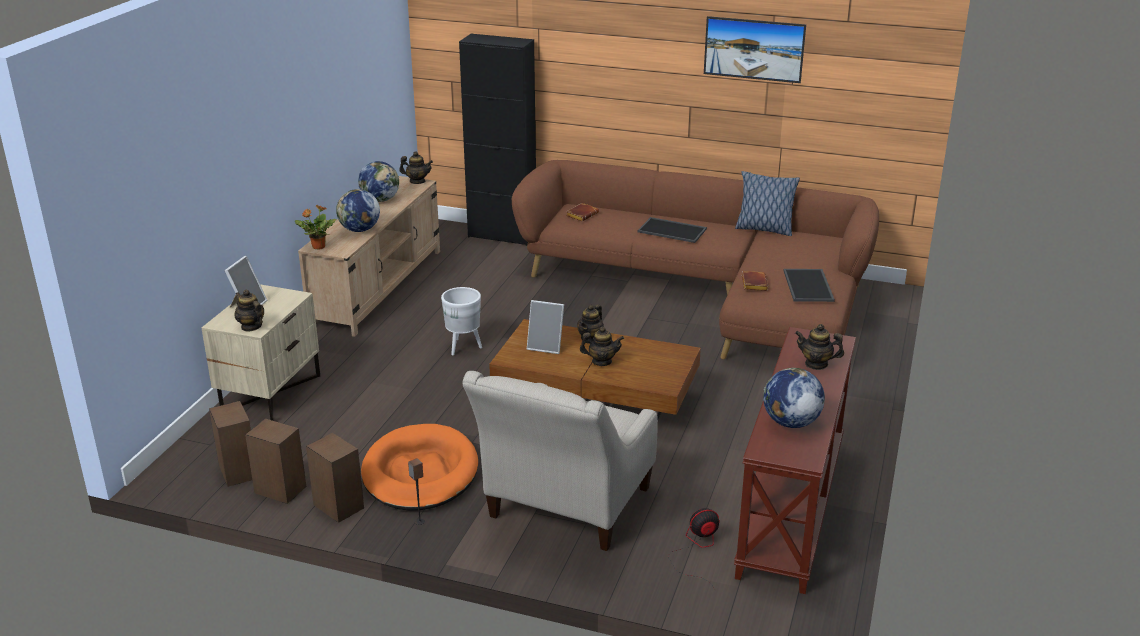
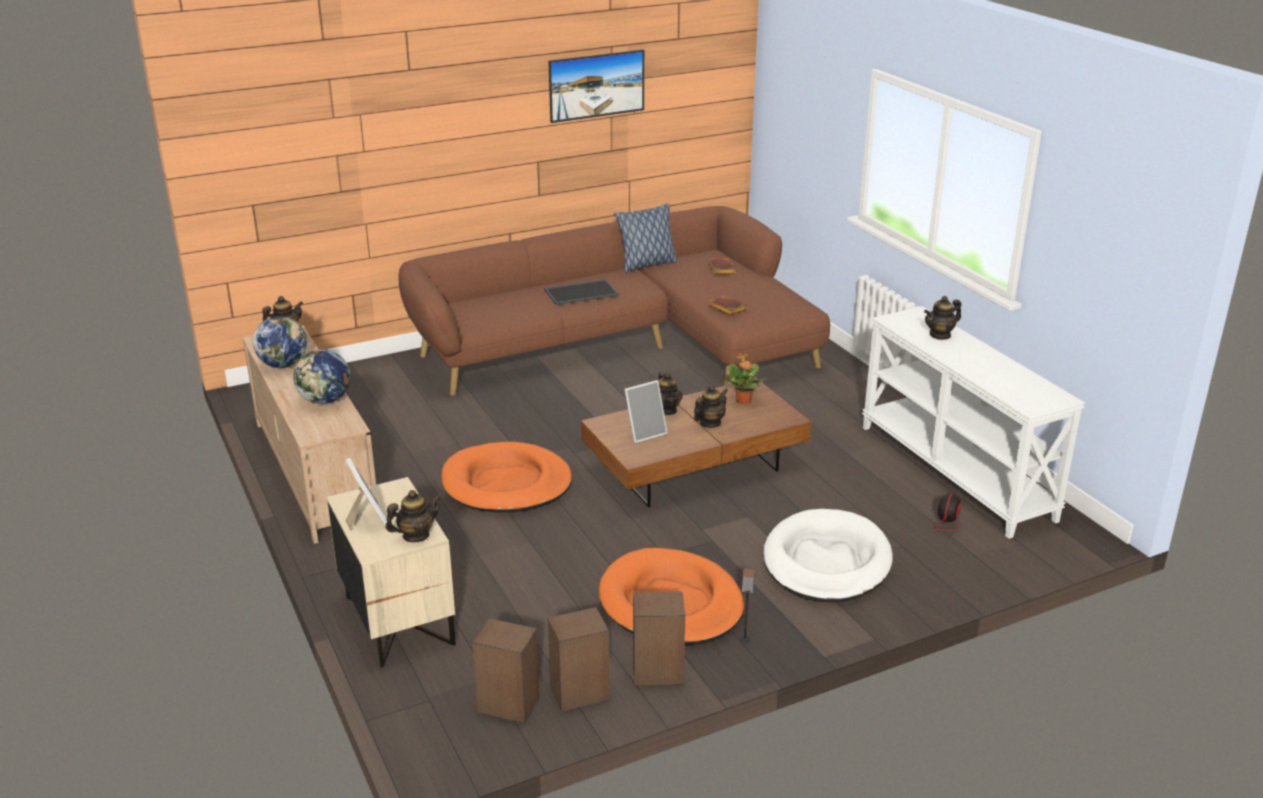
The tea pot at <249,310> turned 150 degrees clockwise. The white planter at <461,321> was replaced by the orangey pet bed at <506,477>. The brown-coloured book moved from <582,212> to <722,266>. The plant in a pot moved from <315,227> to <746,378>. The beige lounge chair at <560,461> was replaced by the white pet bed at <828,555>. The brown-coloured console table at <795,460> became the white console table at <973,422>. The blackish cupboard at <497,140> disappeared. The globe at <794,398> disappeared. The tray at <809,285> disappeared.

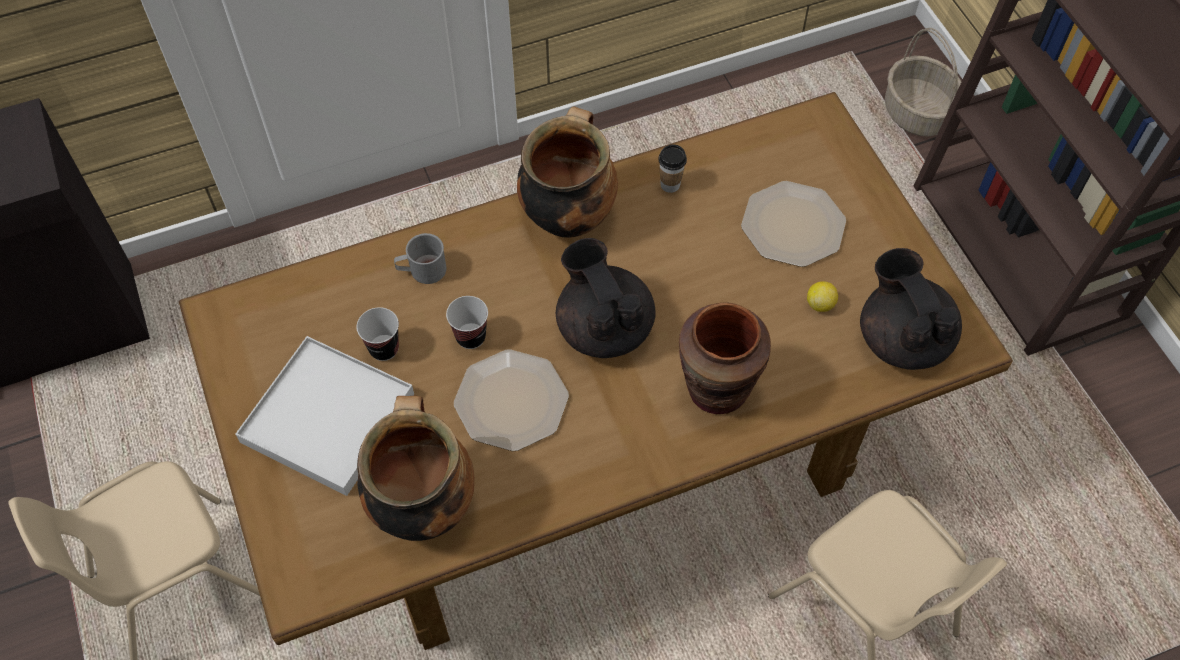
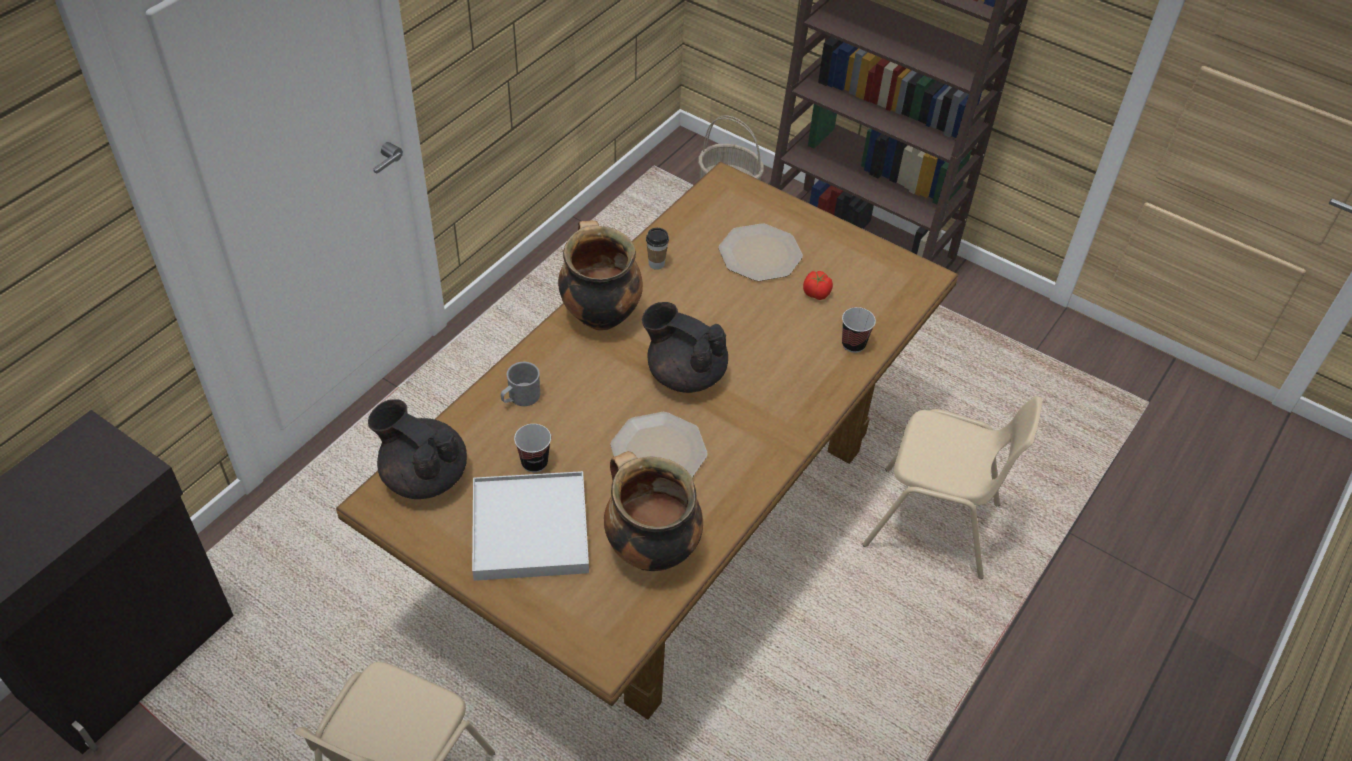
The blackish tea pot moved from <911,309> to <417,449>. The citrus fruit at <822,296> was replaced by the whole tomato at <818,285>. The small cup moved from <467,322> to <859,330>. The brown-coloured vase at <725,358> disappeared.

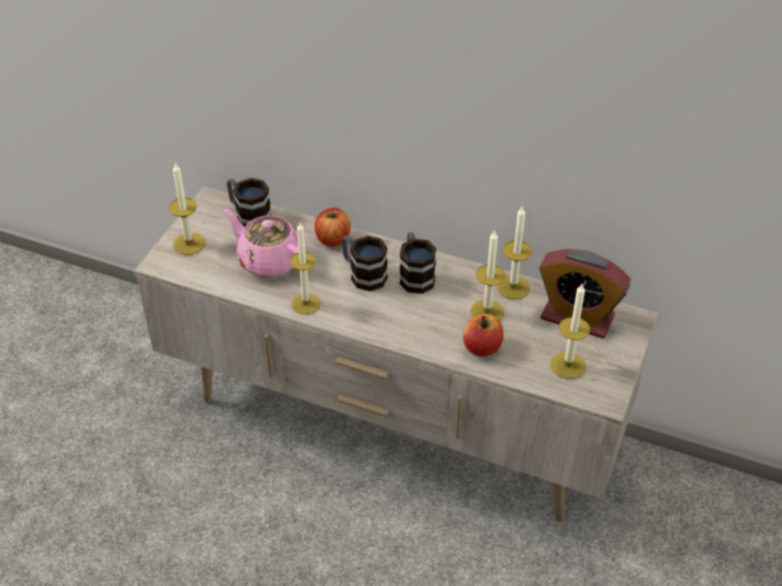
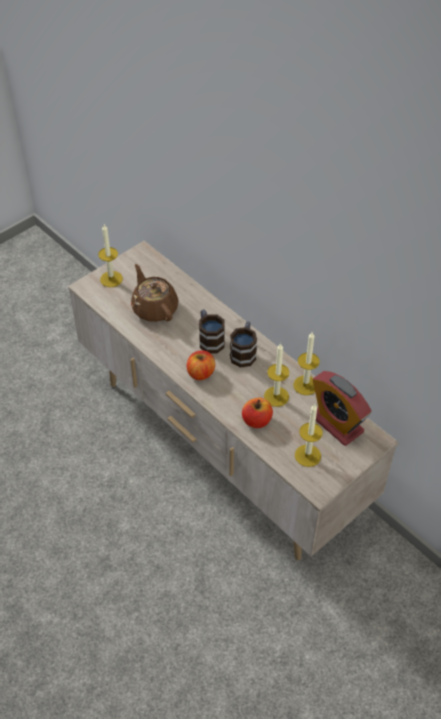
The pinkish tea pot at <261,243> became the brown-coloured tea pot at <154,293>. The apple moved from <333,227> to <201,365>. The coffee mug at <249,202> disappeared. The wax candle at <305,268> disappeared.

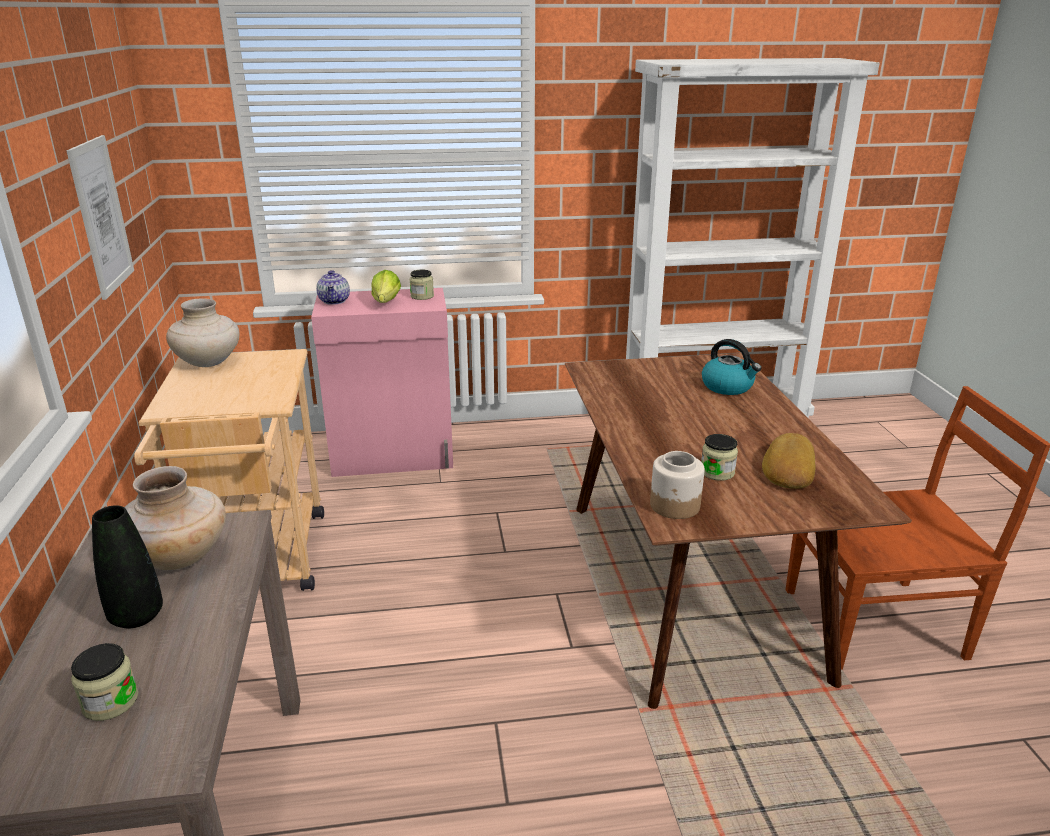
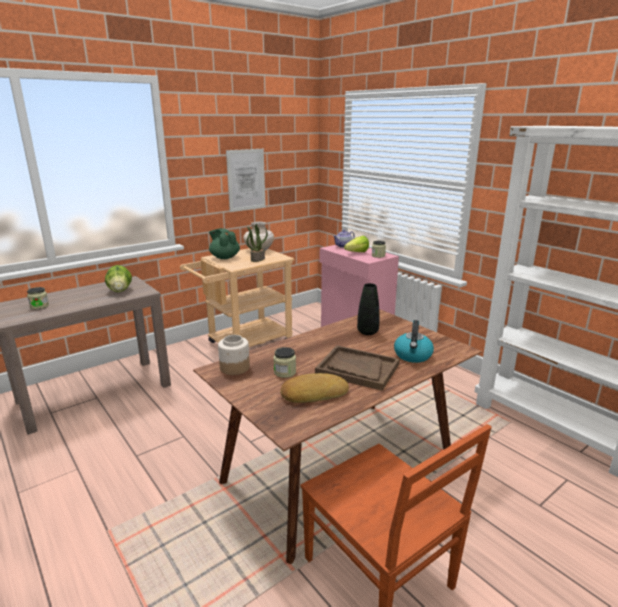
The beige vase at <175,518> was replaced by the head of lettuce at <118,278>. The green tea pot at <224,243> appeared. The plant in a pot at <257,243> appeared. The brown-coloured tray at <357,368> appeared. The blackish vase moved from <127,567> to <368,309>.

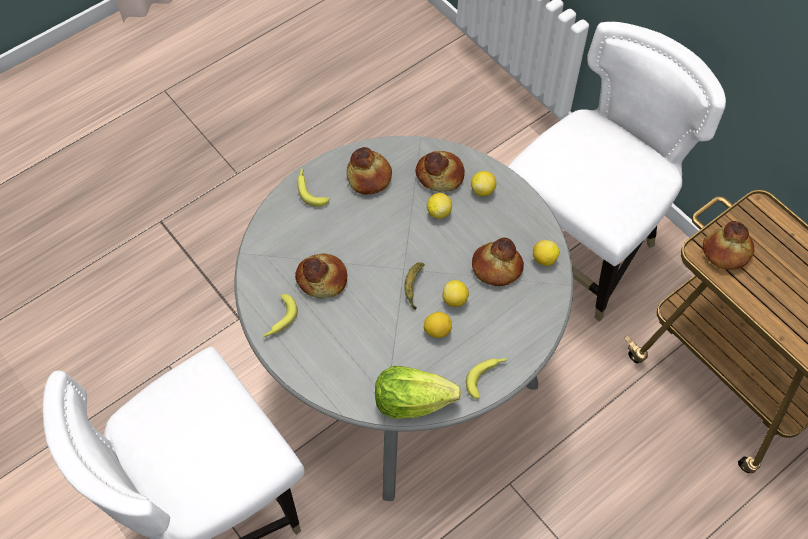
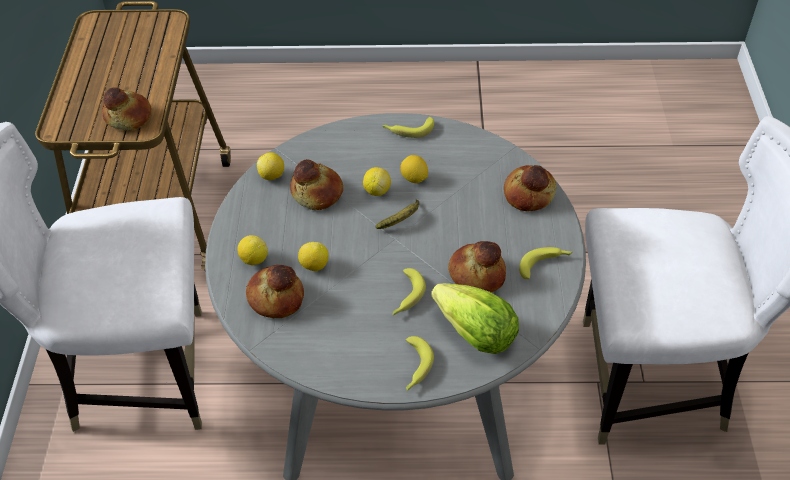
The banana at <409,291> appeared. The head of lettuce moved from <418,392> to <475,318>. The bakery bread moved from <369,170> to <530,188>.

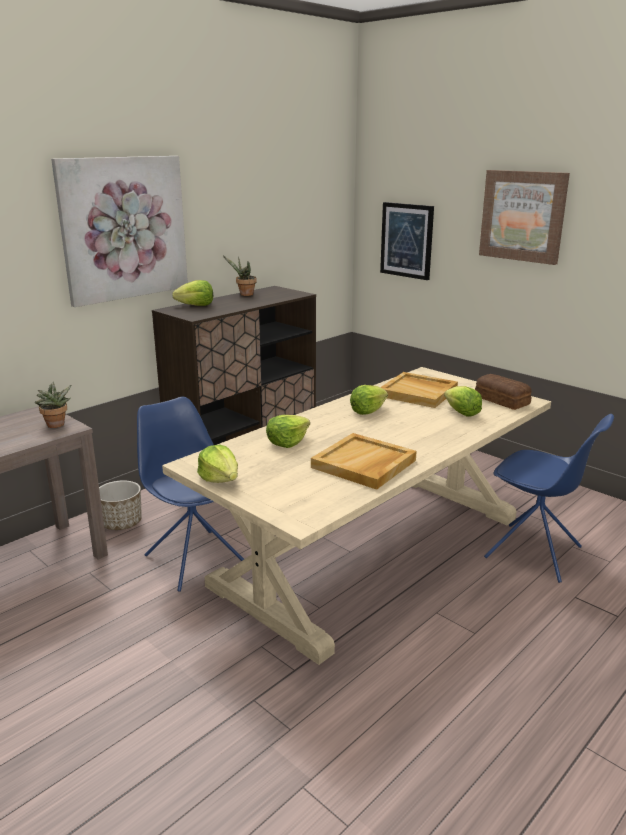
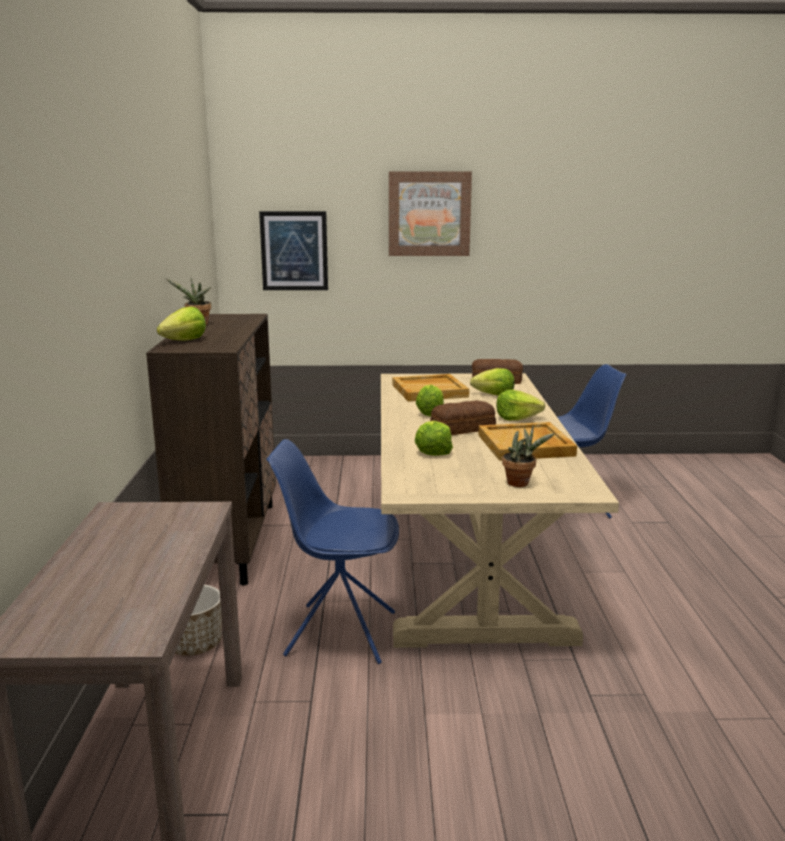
The bakery bread at <463,417> appeared. The head of lettuce moved from <217,464> to <521,405>. The plant in a pot moved from <53,405> to <528,455>. The picture at <119,231> disappeared.

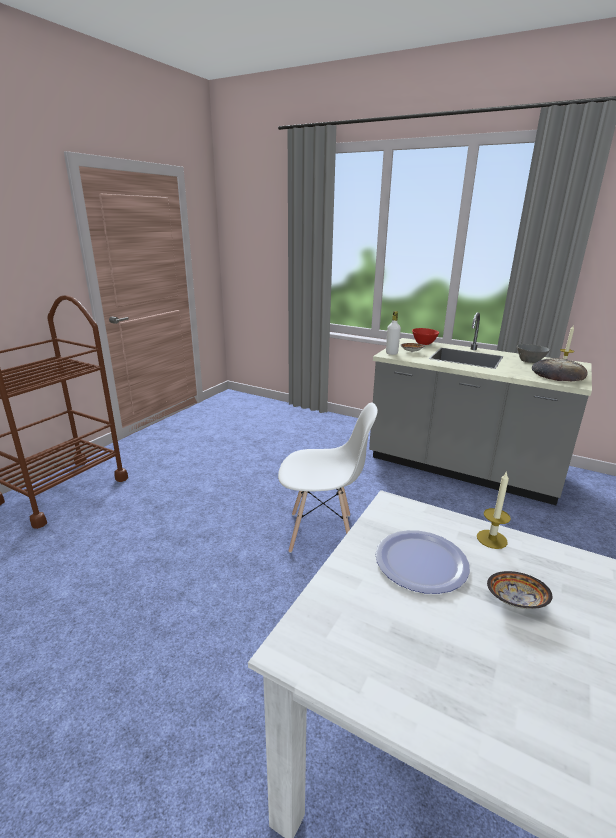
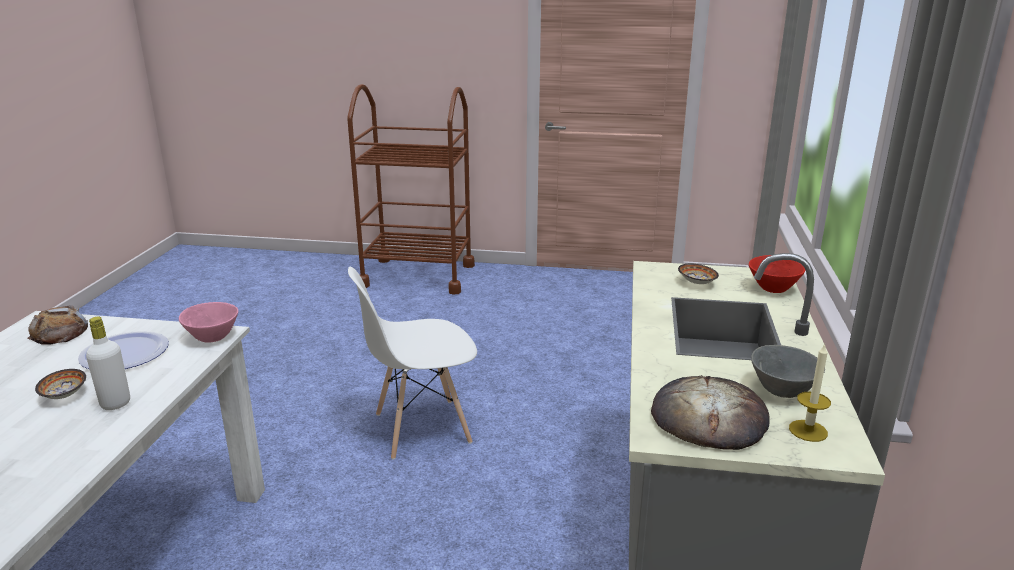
The bakery bread at <57,325> appeared. The white bottle moved from <393,333> to <108,363>. The pinkish deep dish at <208,322> appeared. The white upright chair at <328,477> turned 90 degrees clockwise. The wax candle at <494,510> disappeared.

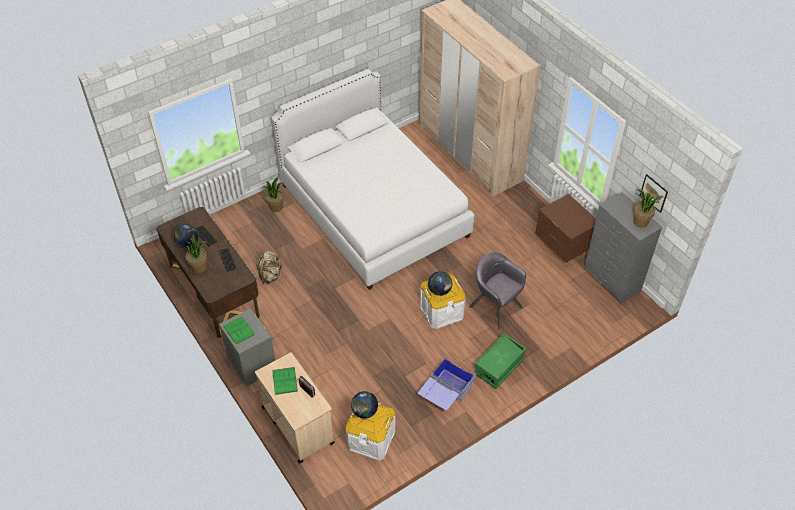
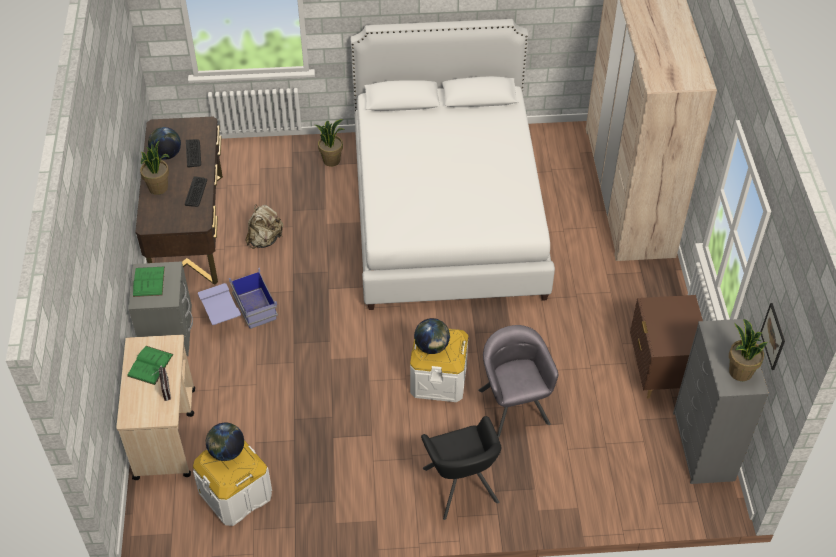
The bluish storage box moved from <447,383> to <238,298>. The green storage box at <500,361> was replaced by the blackish lounge chair at <461,468>.

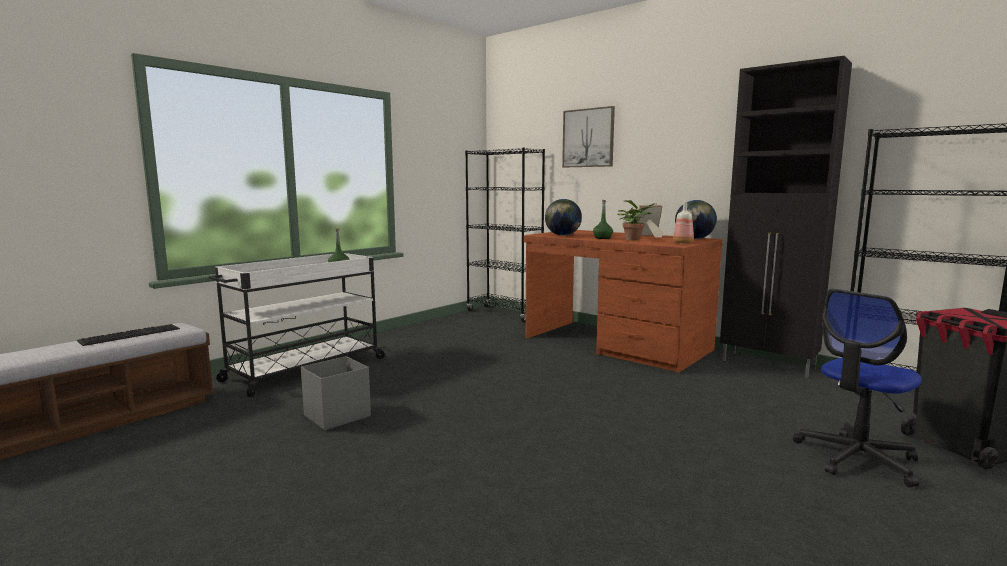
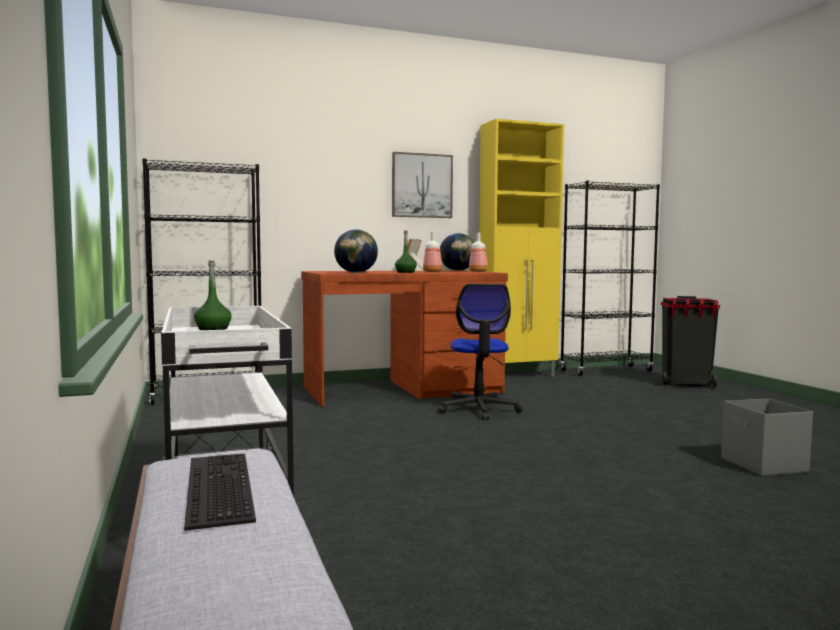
The picture moved from <588,136> to <422,185>. The plant in a pot at <637,220> was replaced by the bottle at <432,252>. The computer chair moved from <857,388> to <480,352>. The blackish cupboard at <786,217> became the yellow-coloured cupboard at <521,247>. The gray storage box moved from <336,393> to <767,437>.

